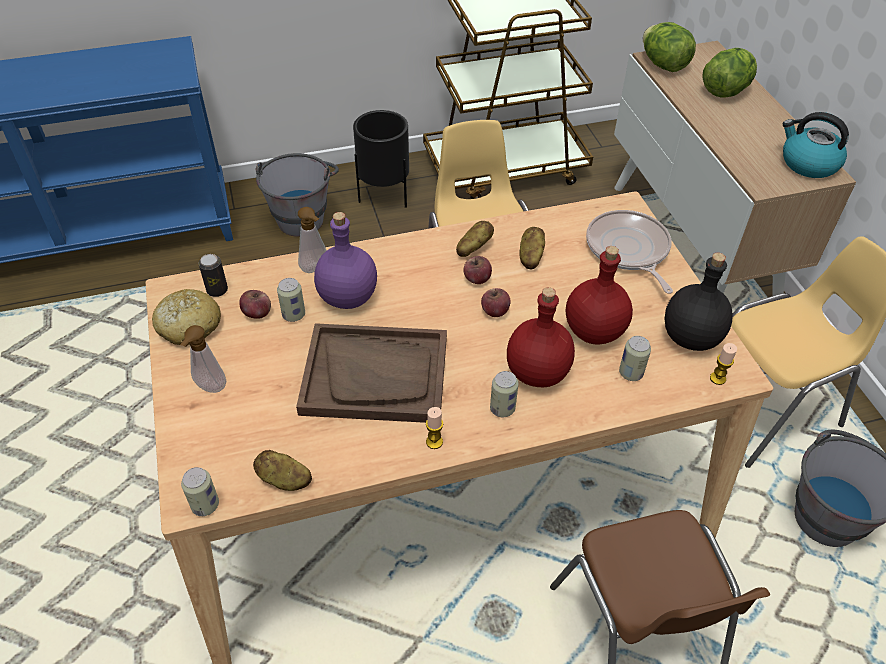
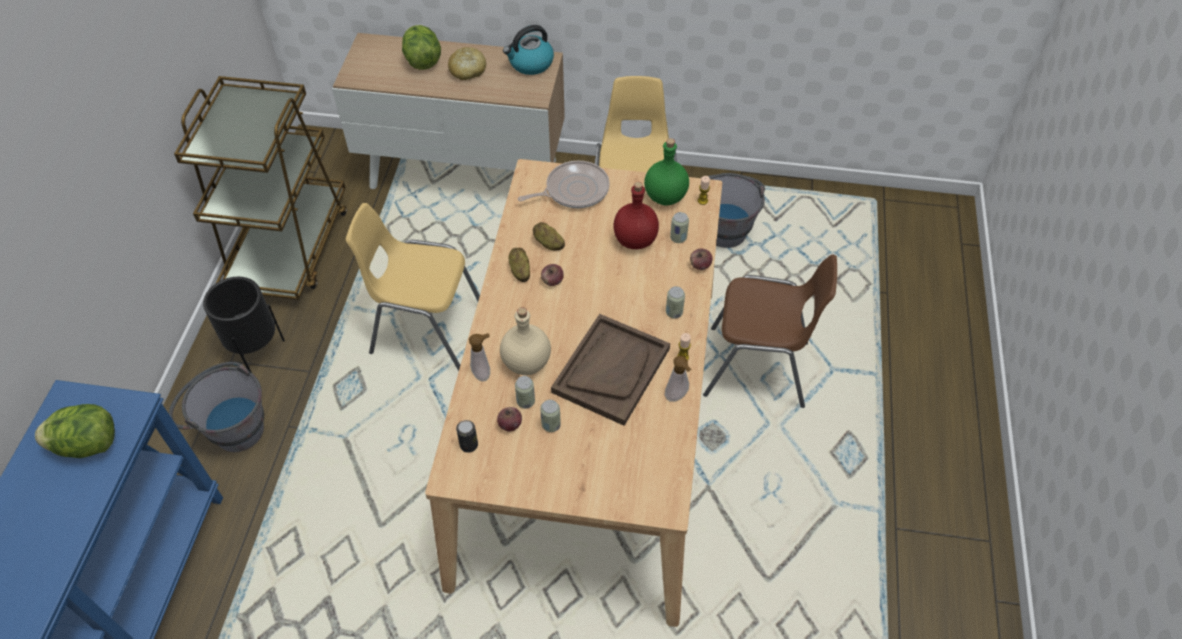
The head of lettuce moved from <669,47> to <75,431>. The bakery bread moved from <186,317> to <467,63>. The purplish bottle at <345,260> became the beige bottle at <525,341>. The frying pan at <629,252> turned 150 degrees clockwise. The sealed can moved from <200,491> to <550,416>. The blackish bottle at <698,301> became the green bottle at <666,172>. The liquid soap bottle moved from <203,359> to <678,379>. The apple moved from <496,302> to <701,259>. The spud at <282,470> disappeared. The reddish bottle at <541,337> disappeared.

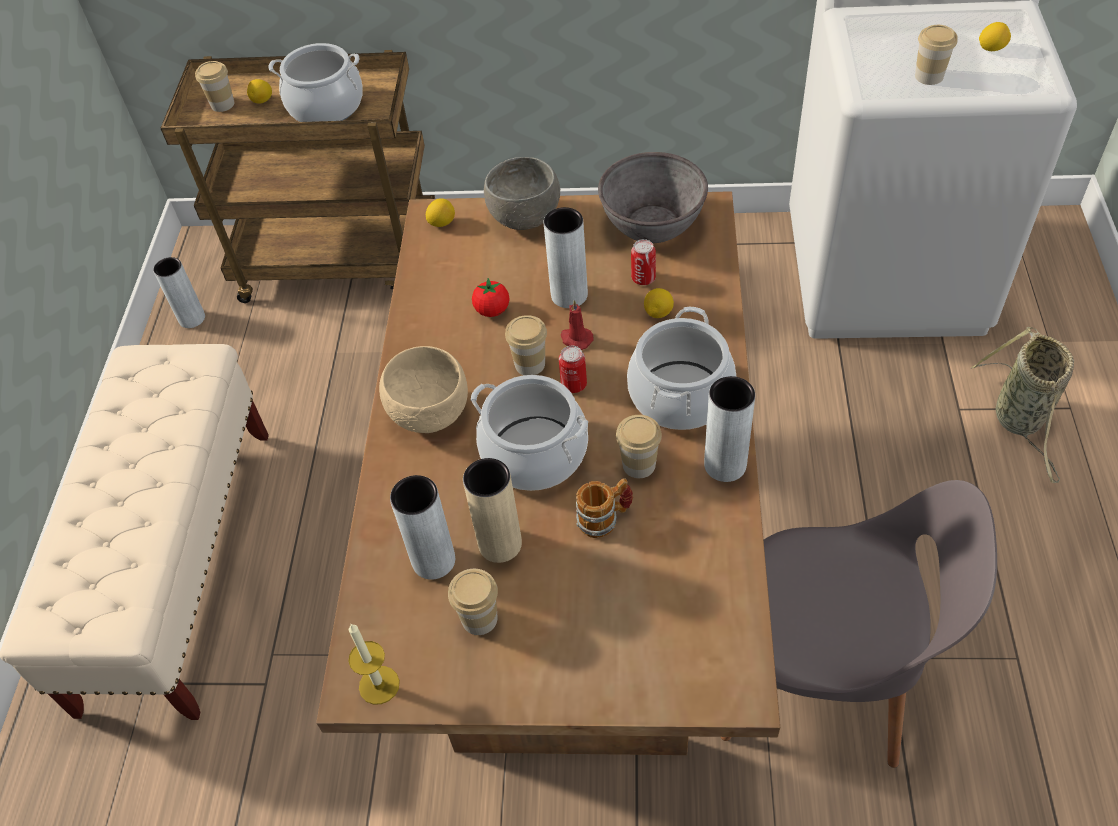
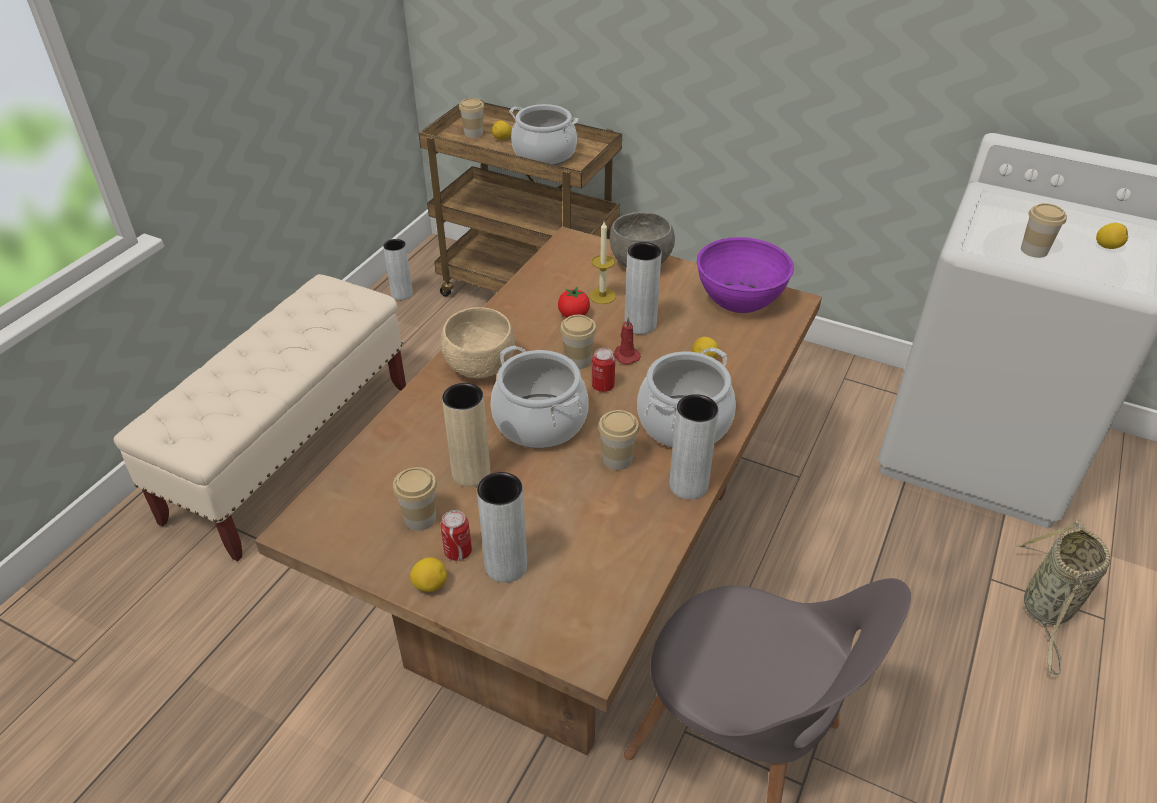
The citrus fruit moved from <440,212> to <428,574>. The sealed can moved from <643,262> to <456,535>. The gray vase moved from <422,527> to <502,527>. The wax candle moved from <374,664> to <602,263>. The gray deep dish at <653,197> became the purplish deep dish at <745,275>. The coffee mug at <604,508> disappeared.

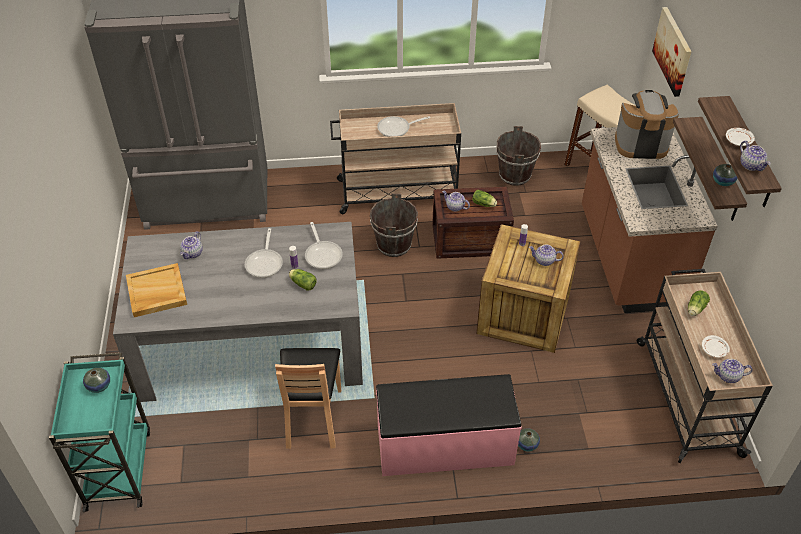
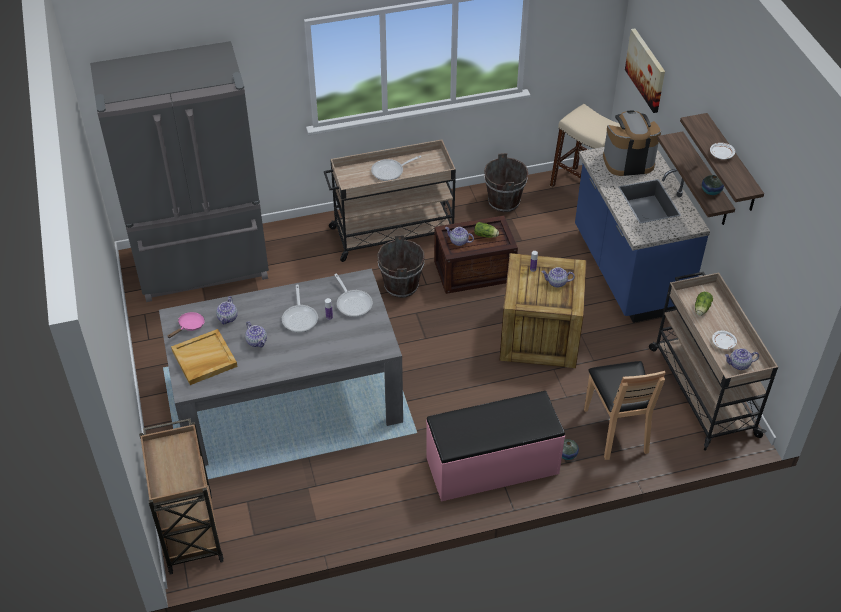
The blue-green wheeled cart at <99,432> became the brown-coloured wheeled cart at <181,497>. The pinkish frying pan at <186,325> appeared. The tea pot moved from <755,156> to <256,334>. The brown-coloured kitchen counter at <650,220> became the bluish kitchen counter at <642,235>. The brown-coloured upright chair moved from <308,398> to <625,410>. The vase at <96,380> disappeared. The head of lettuce at <303,280> disappeared.

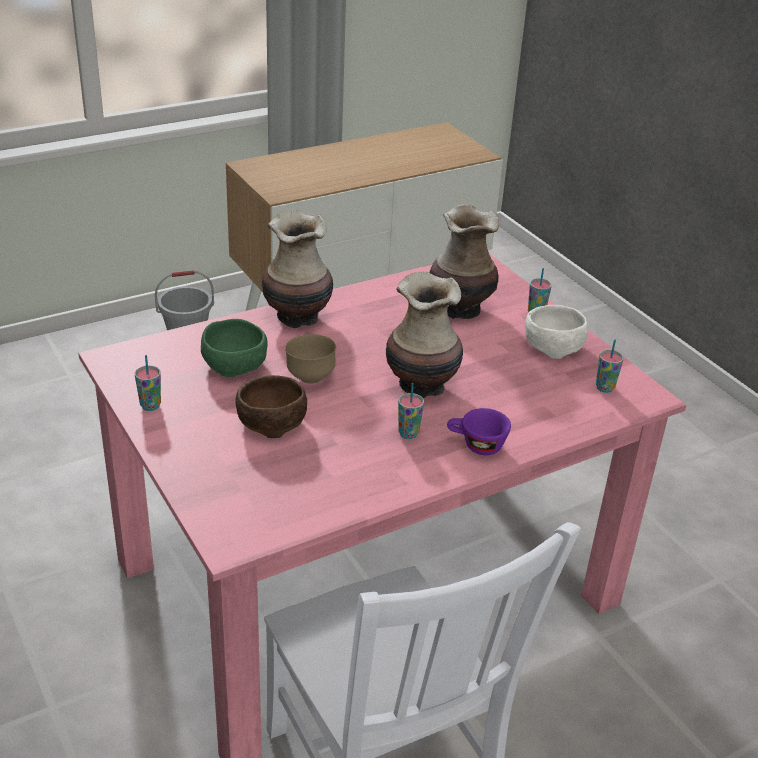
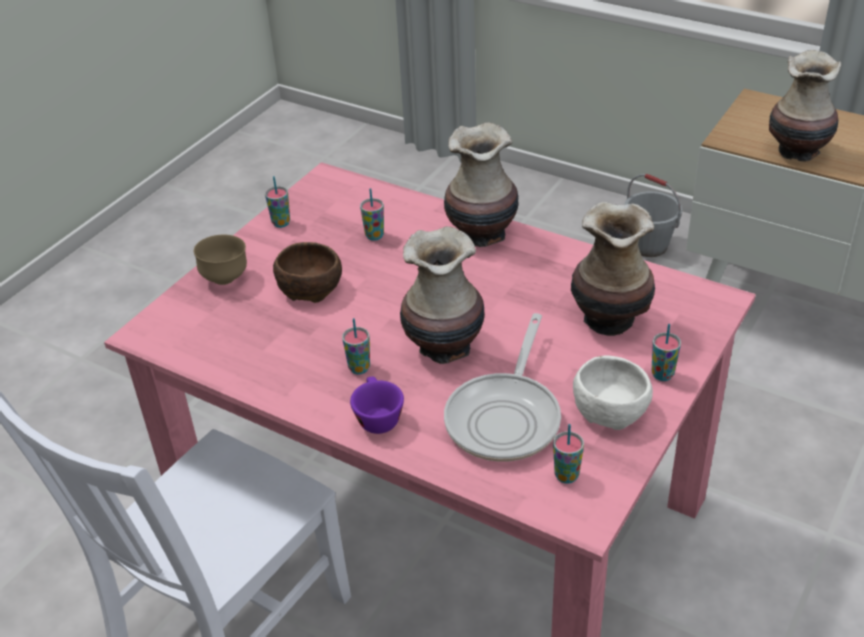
The brown-coloured deep dish moved from <310,359> to <220,260>. The green deep dish at <234,348> was replaced by the small cup at <372,214>. The frying pan at <502,387> appeared. The vase at <805,105> appeared.

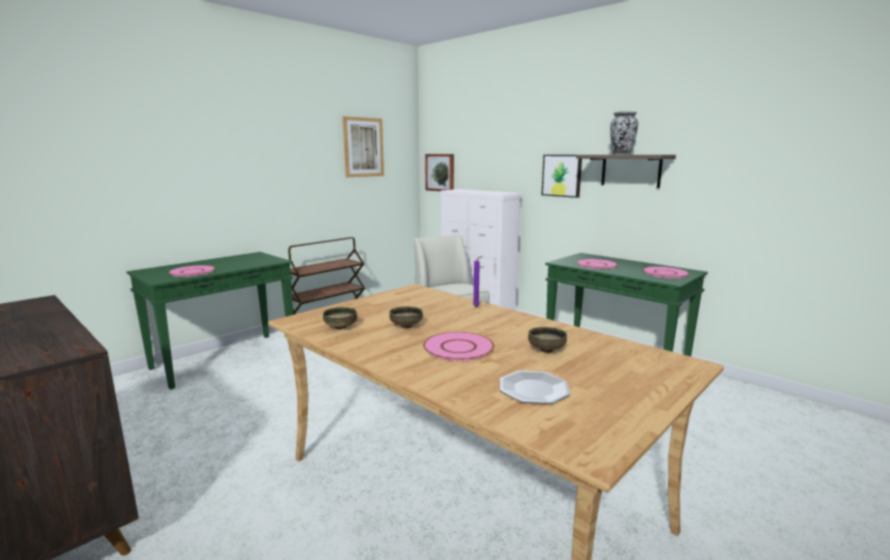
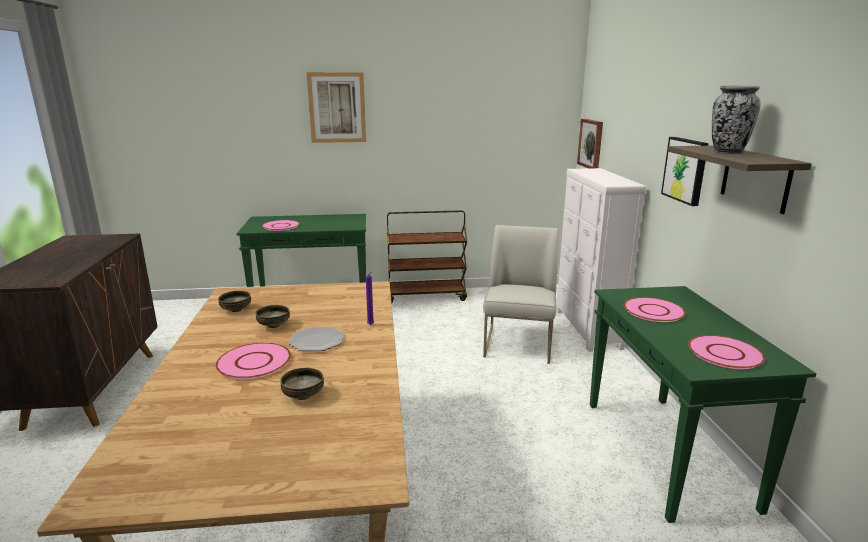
The dinner plate moved from <535,387> to <316,339>. The picture moved from <363,146> to <336,107>.

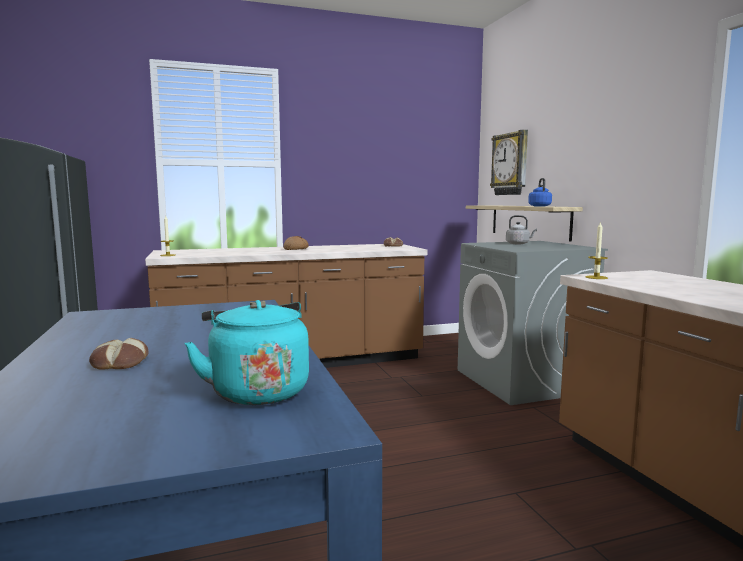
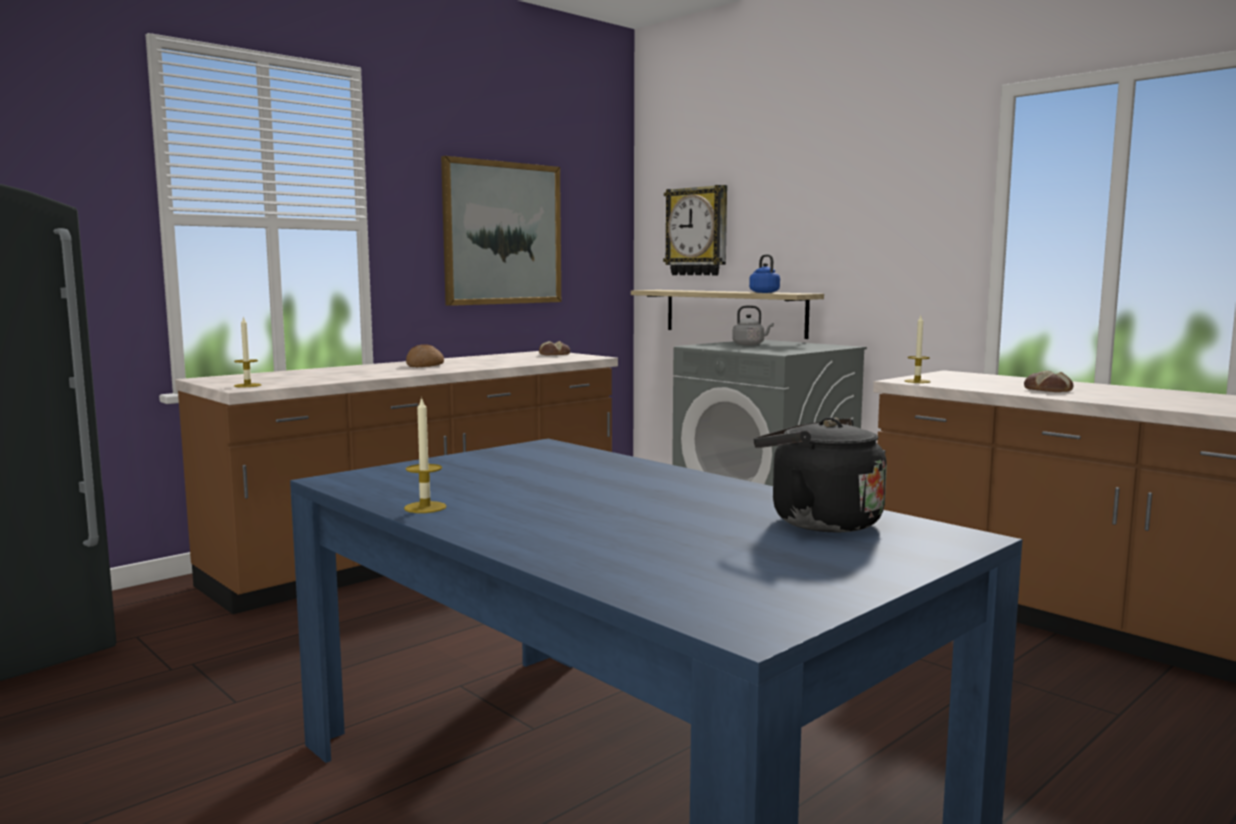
The wax candle at <425,454> appeared. The picture at <501,231> appeared. The blue-green water kettle at <246,352> became the blackish water kettle at <820,474>. The bakery bread moved from <118,354> to <1049,381>.

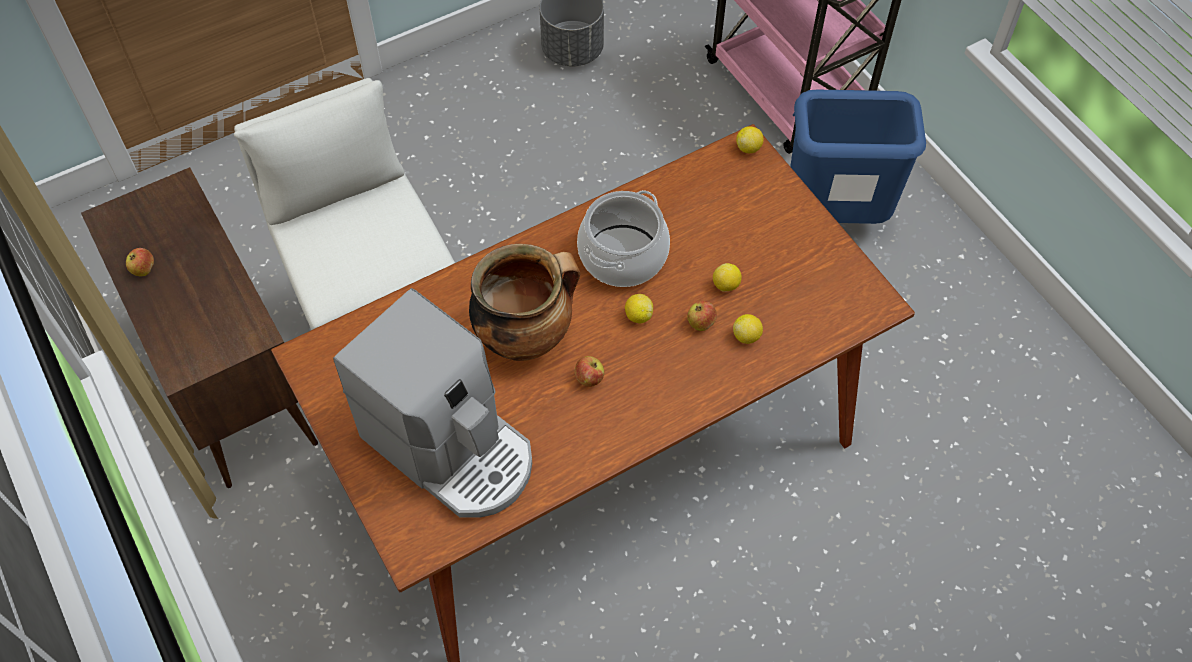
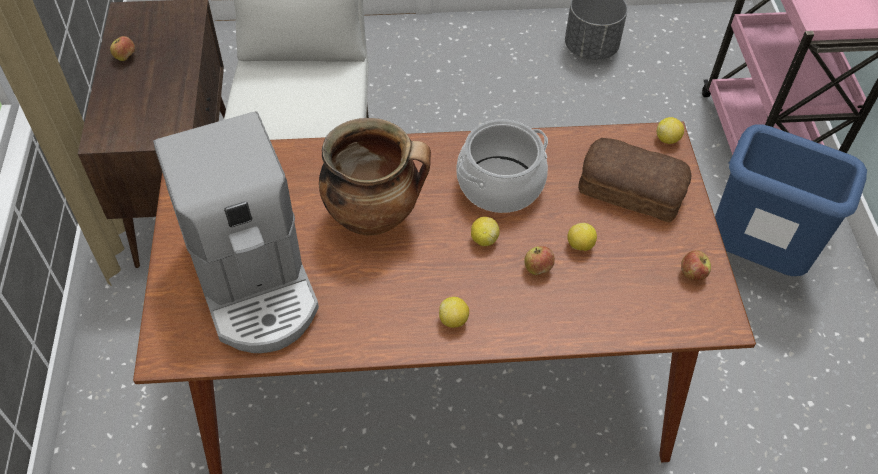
The citrus fruit moved from <748,329> to <454,312>. The bakery bread at <635,180> appeared. The apple moved from <589,371> to <696,265>.

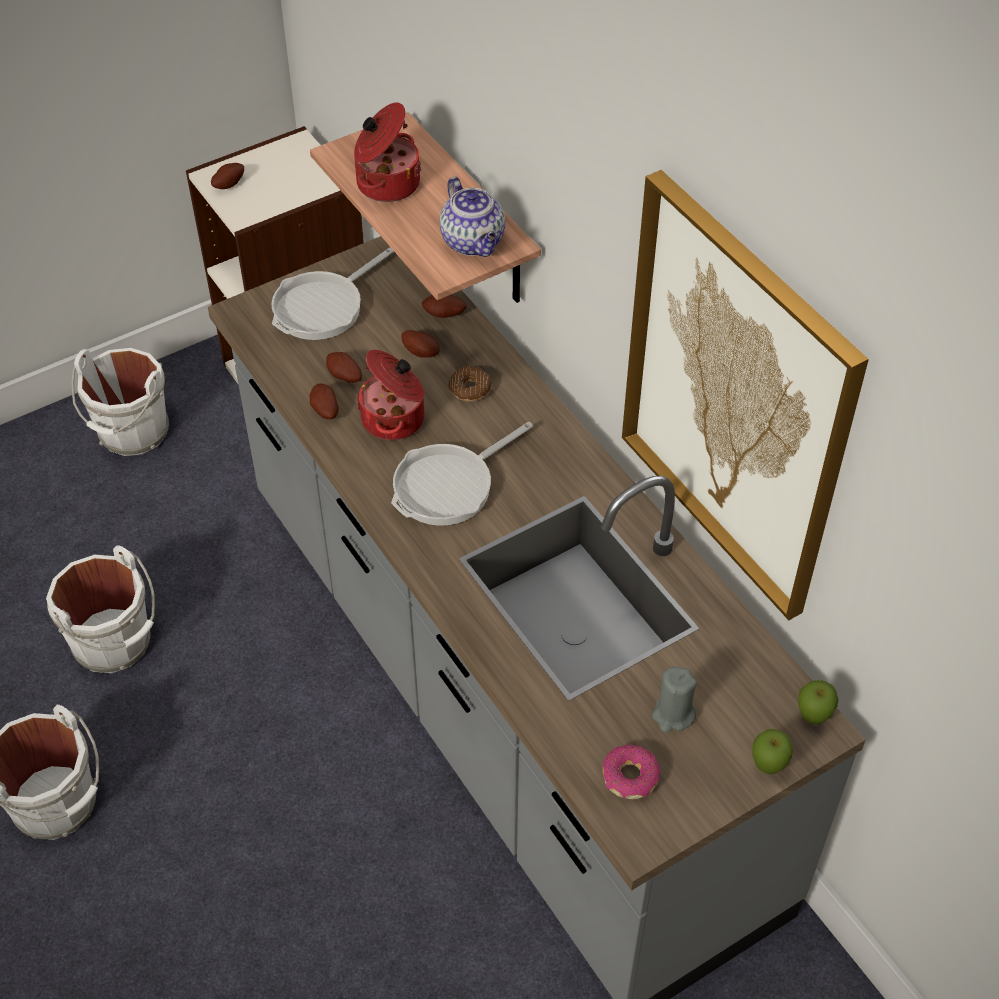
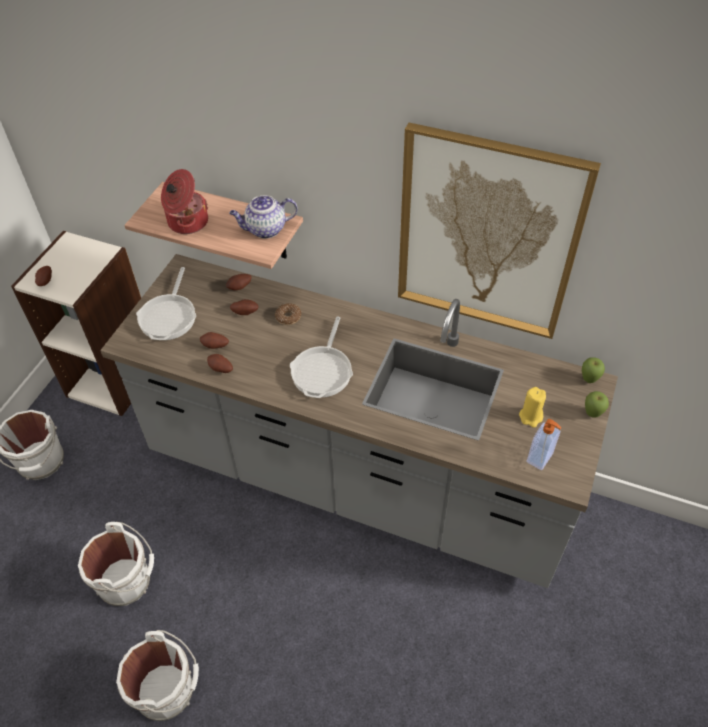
The tea pot at <472,217> turned 135 degrees clockwise. The gray wax candle at <674,700> became the yellow-coloured wax candle at <532,407>. The donut at <631,772> was replaced by the liquid soap bottle at <543,444>. The saucepot at <390,395> disappeared.

